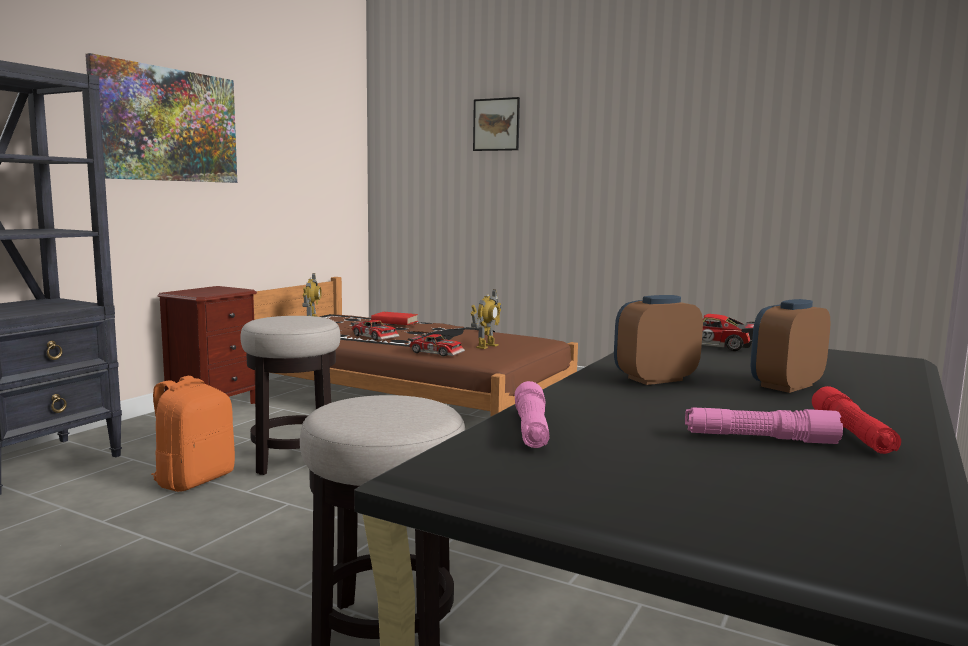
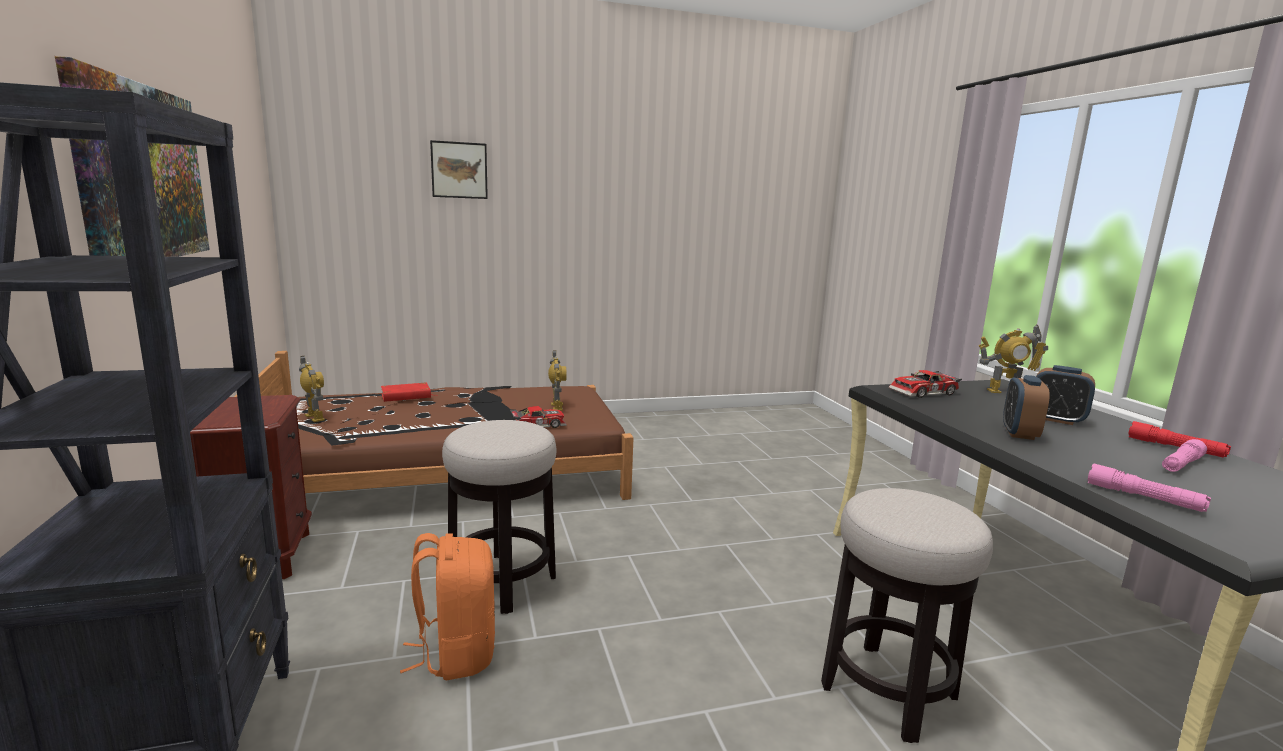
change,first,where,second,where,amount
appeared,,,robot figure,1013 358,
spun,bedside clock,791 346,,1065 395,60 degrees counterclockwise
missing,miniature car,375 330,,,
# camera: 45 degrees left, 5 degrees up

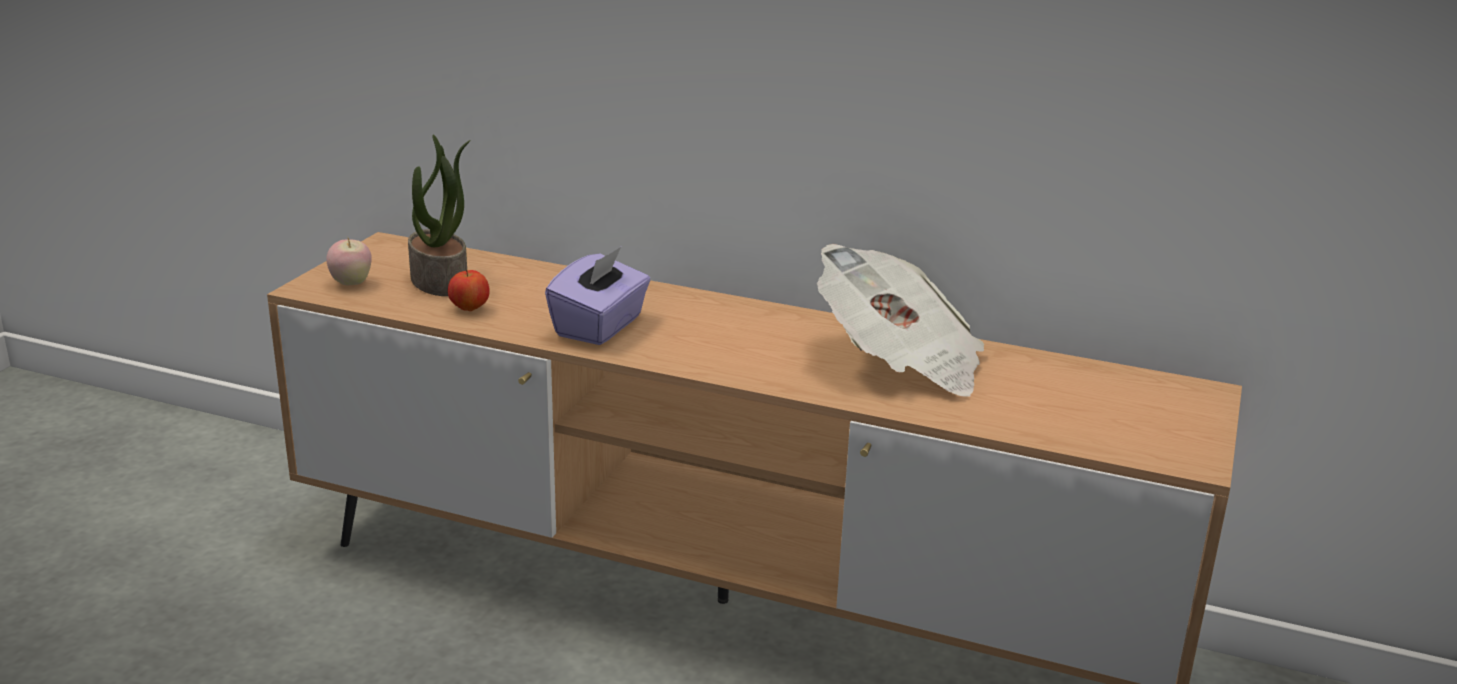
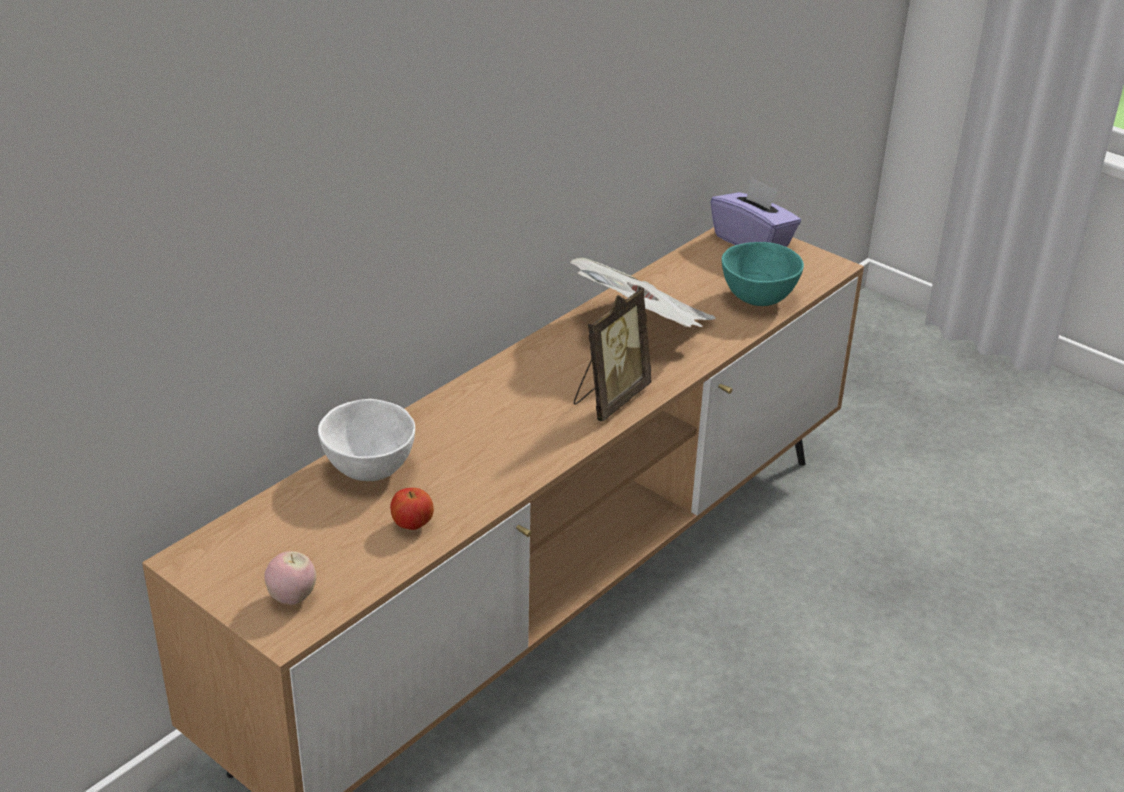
change,first,where,second,where,amount
appeared,,,white-coloured serving bowl,366 440,
appeared,,,picture frame,612 354,
relocated,purple-coloured tissue box,597 296,,755 212,
appeared,,,blue-green serving bowl,763 274,
missing,potted plant,439 215,,,
# camera: 70 degrees left, 10 degrees up

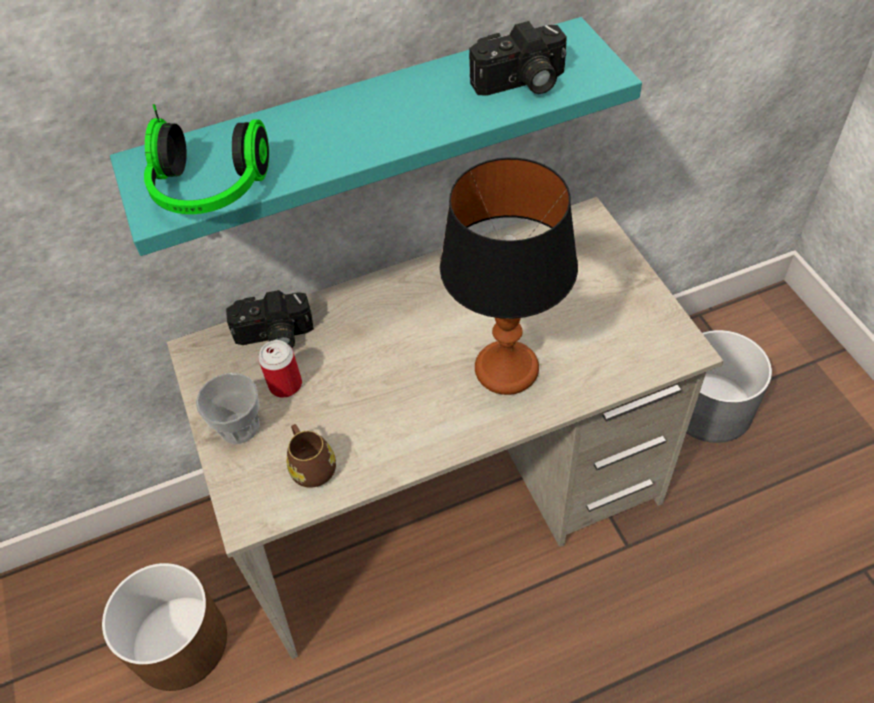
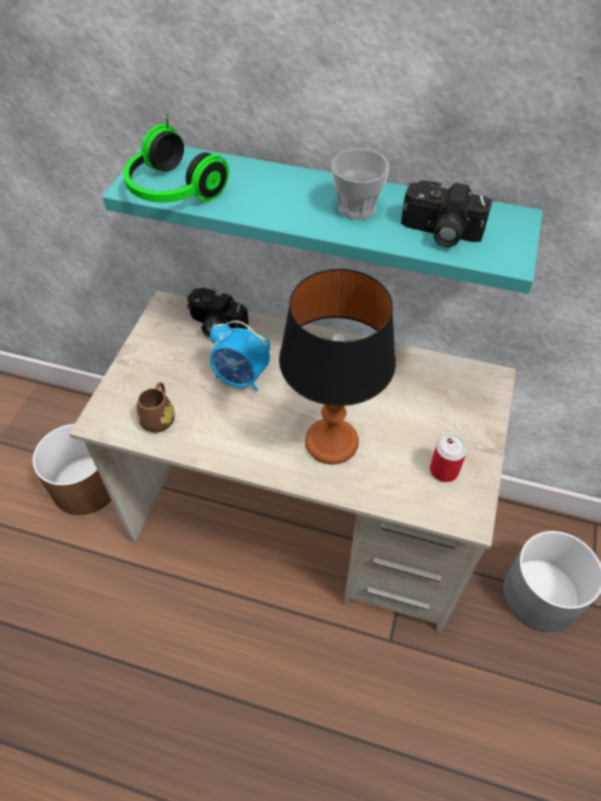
change,first,where,second,where,amount
appeared,,,bedside clock,240 355,
relocated,small cup,228 408,,361 184,
relocated,metal can,280 369,,448 458,
# camera: 35 degrees right, 0 degrees up

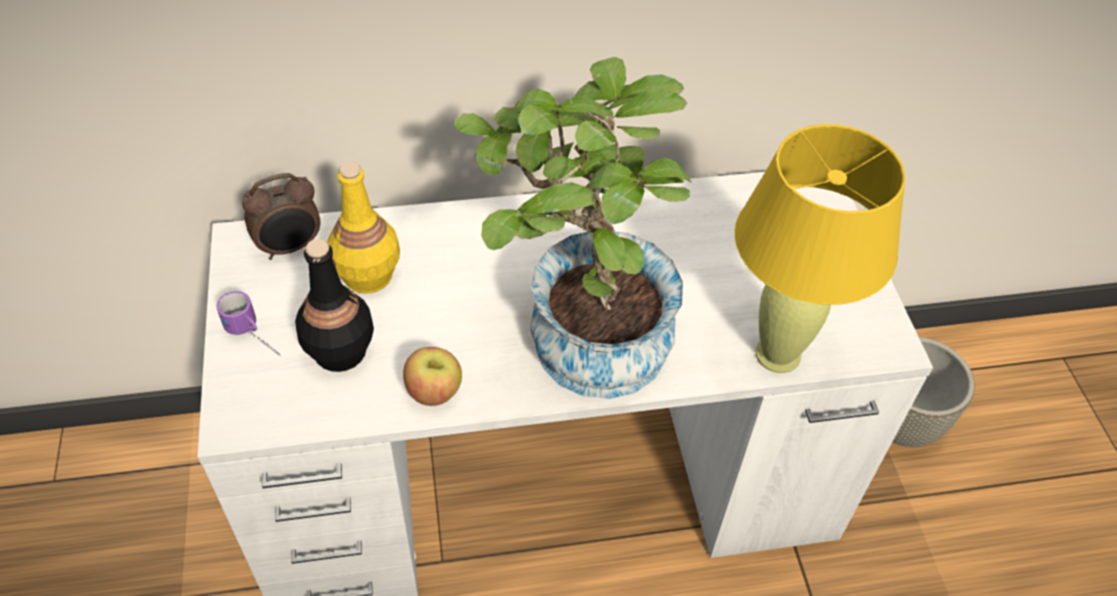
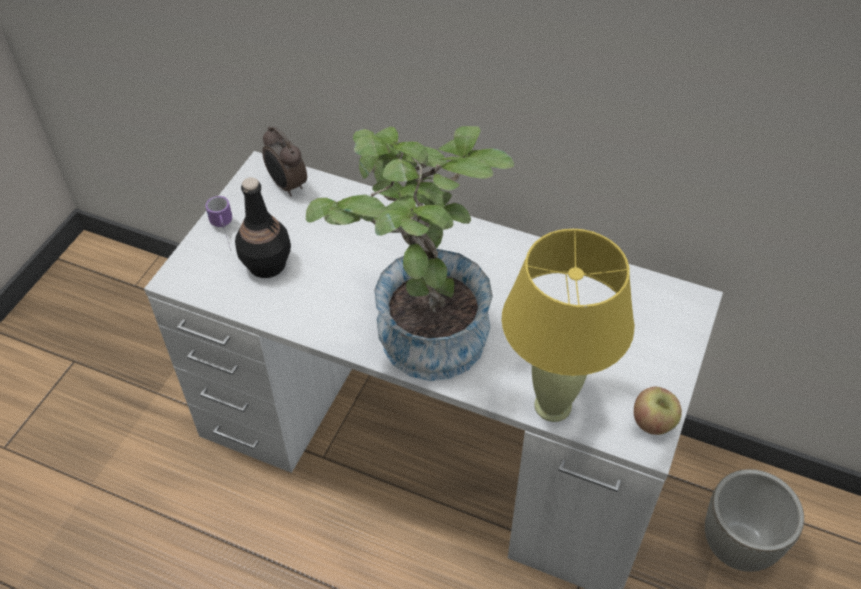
change,first,where,second,where,amount
spun,bedside clock,281 216,,284 161,45 degrees clockwise
relocated,apple fruit,432 376,,658 411,
missing,yellowish beverage bottle,363 227,,,
# camera: 35 degrees right, 0 degrees up

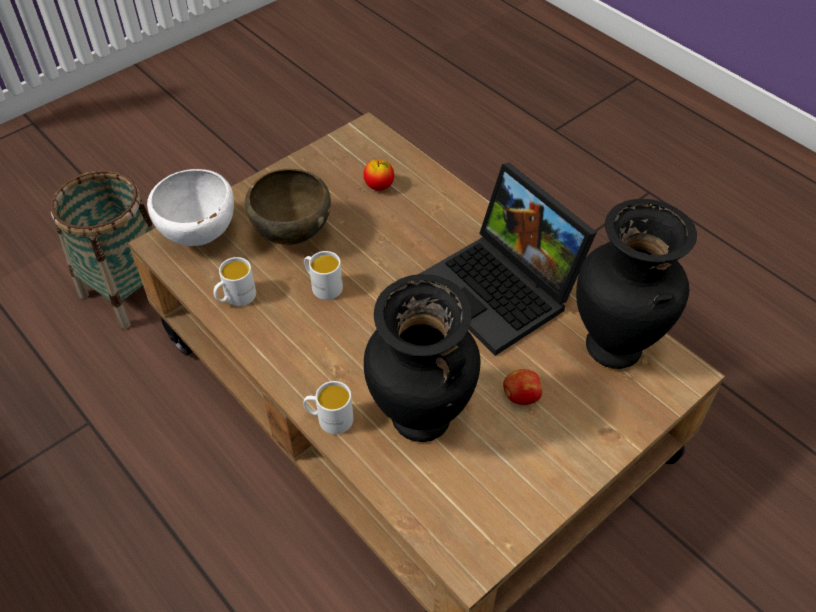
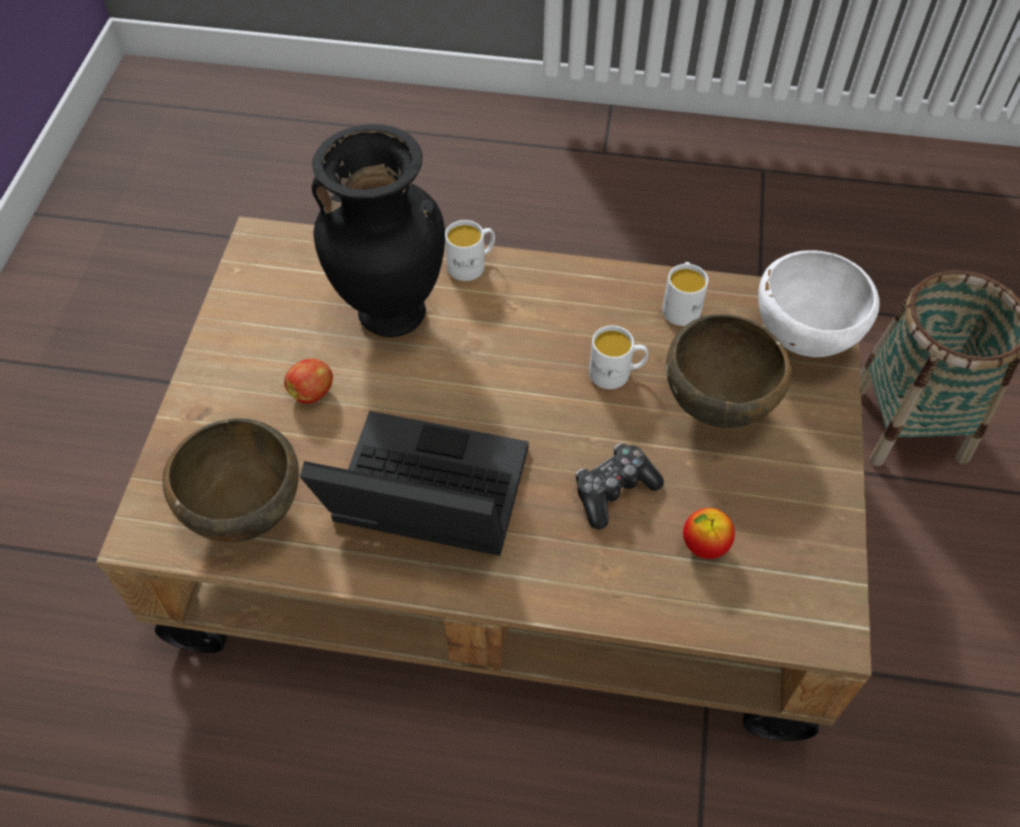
change,first,where,second,where,amount
exchanged,black vase,636 284,brownish serving bowl,230 480,
appeared,,,gamepad,620 486,
# camera: 140 degrees right, 5 degrees up

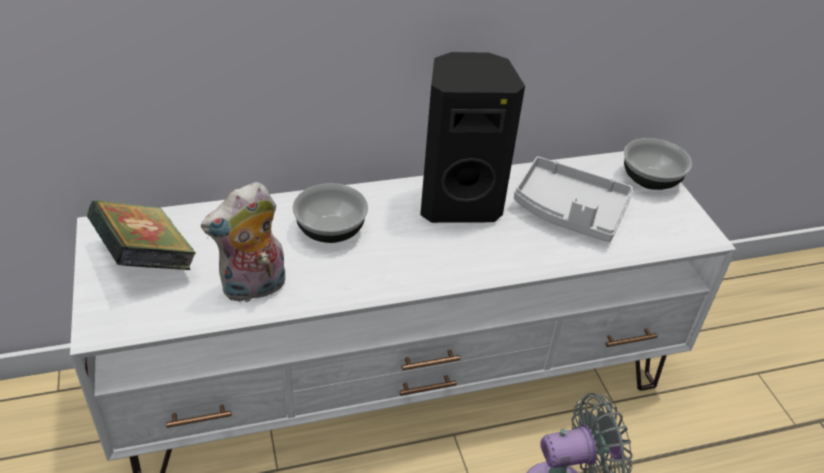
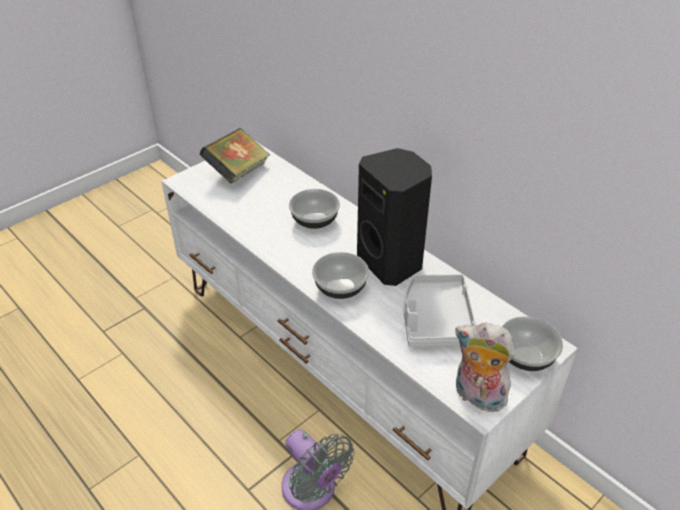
change,first,where,second,where,amount
appeared,,,serving bowl,340 275,
relocated,plush toy,243 242,,485 367,
# camera: 65 degrees right, 0 degrees up

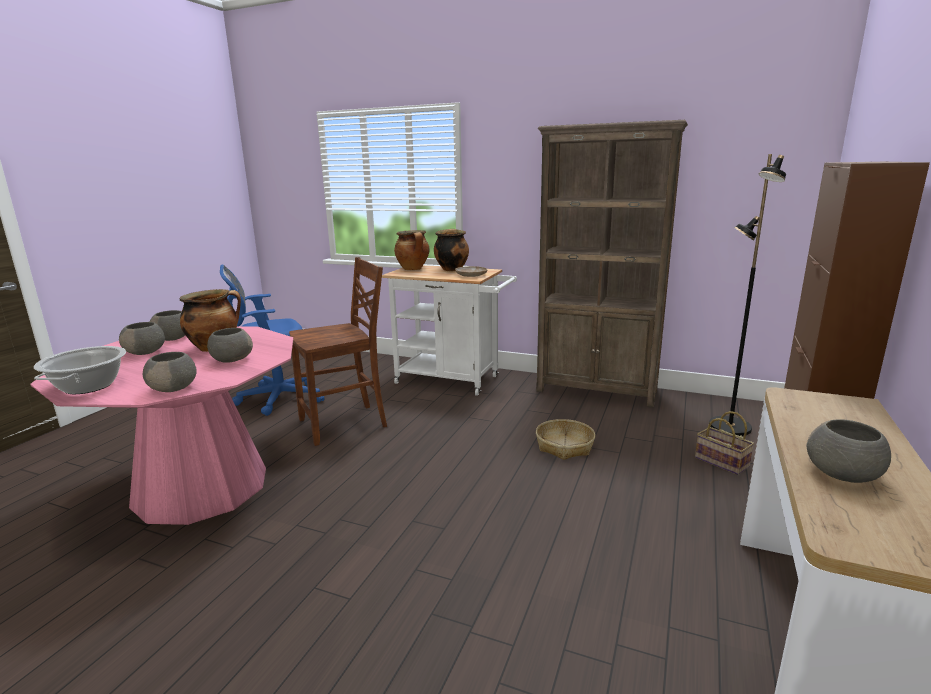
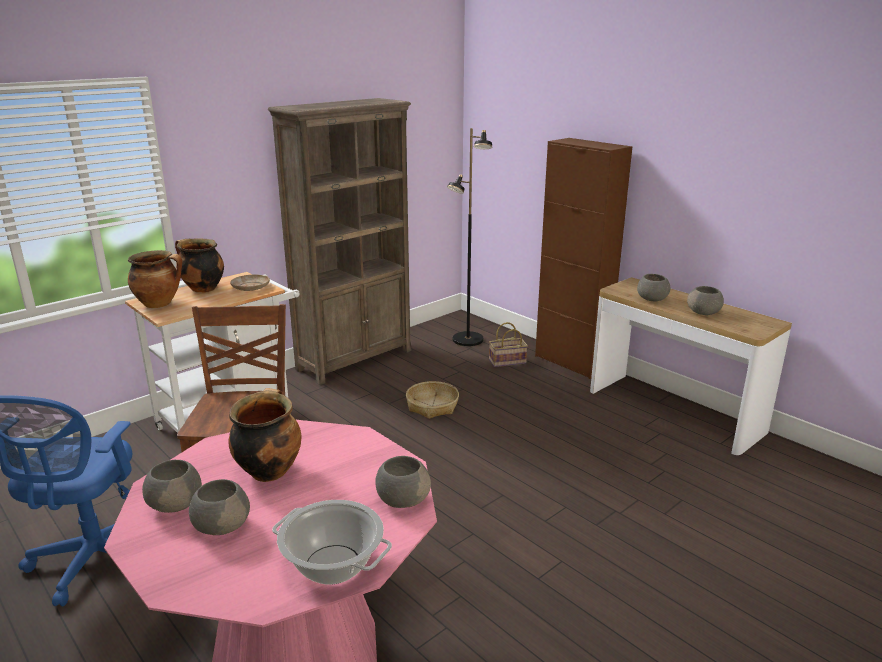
change,first,where,second,where,amount
relocated,greyish serving bowl,230 345,,653 287,
# camera: 65 degrees left, 5 degrees up

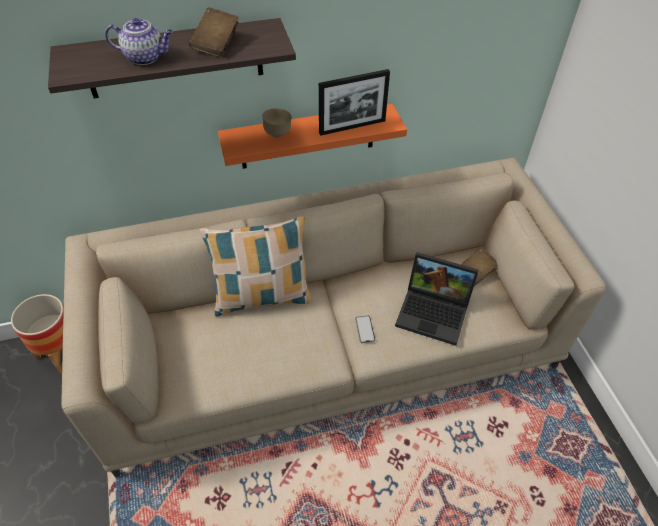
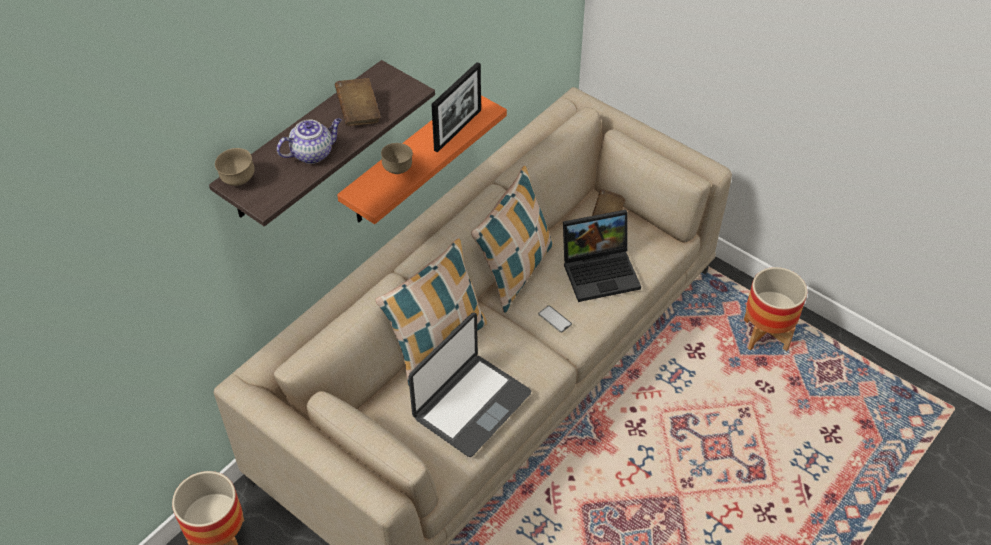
change,first,where,second,where,amount
appeared,,,brownish serving bowl,235 167,
appeared,,,notebook computer,469 384,
appeared,,,throw pillow,512 239,
appeared,,,plant pot,775 309,
# camera: 35 degrees left, 0 degrees up

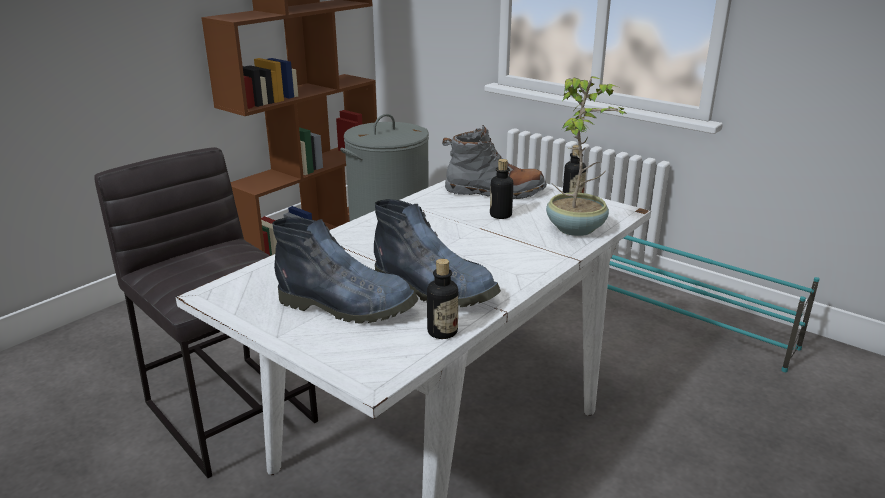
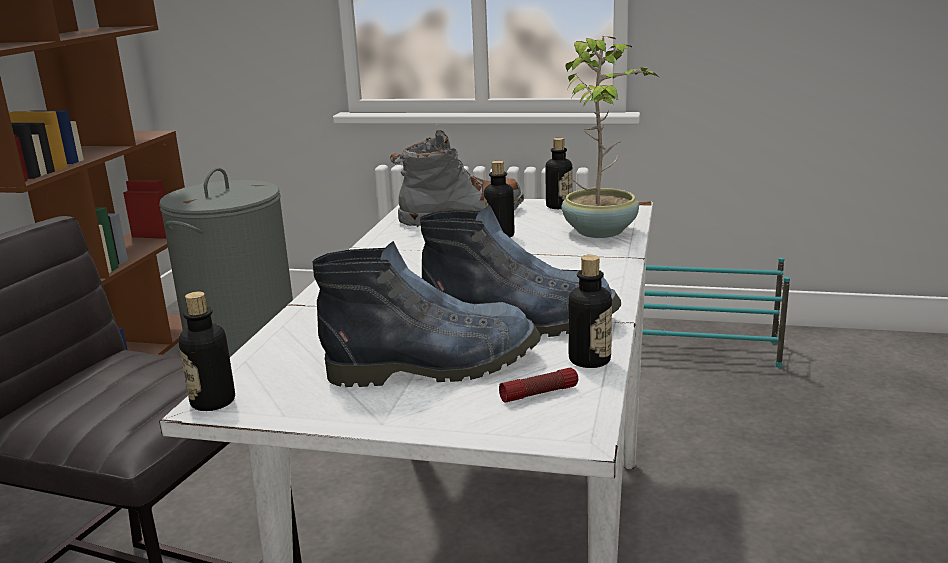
change,first,where,second,where,amount
appeared,,,beverage bottle,207 351,
appeared,,,hand torch,538 385,
# camera: 25 degrees left, 5 degrees down

